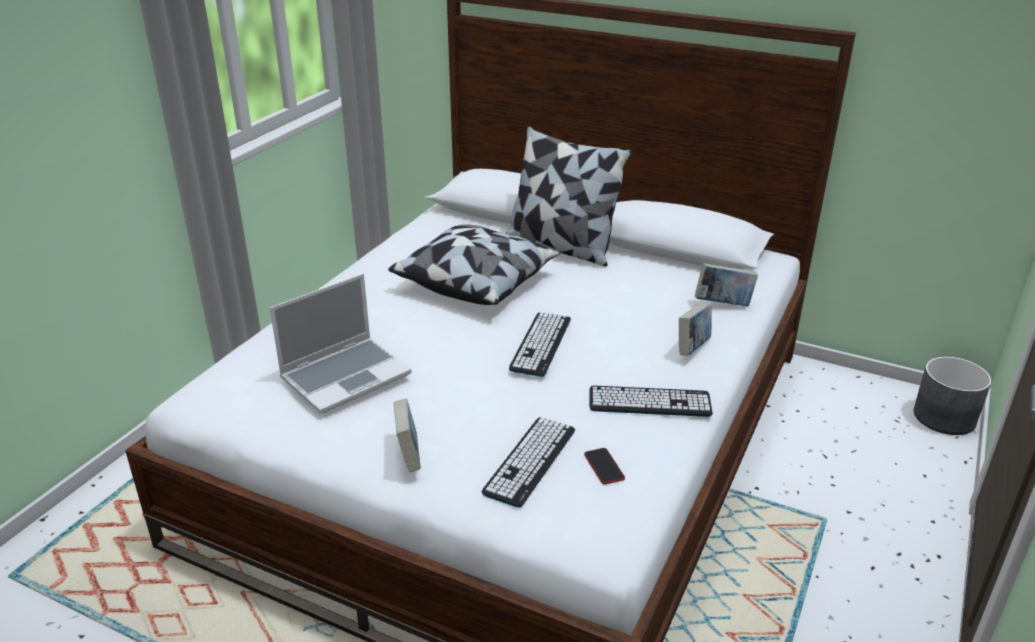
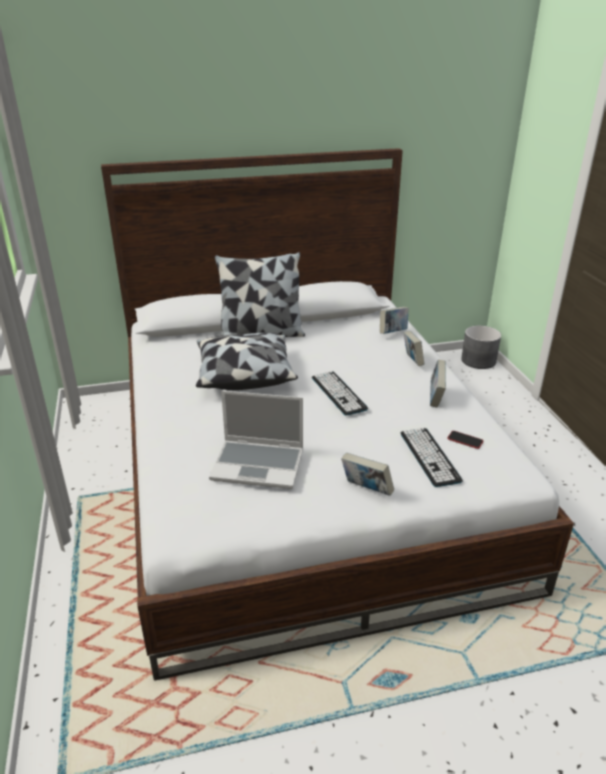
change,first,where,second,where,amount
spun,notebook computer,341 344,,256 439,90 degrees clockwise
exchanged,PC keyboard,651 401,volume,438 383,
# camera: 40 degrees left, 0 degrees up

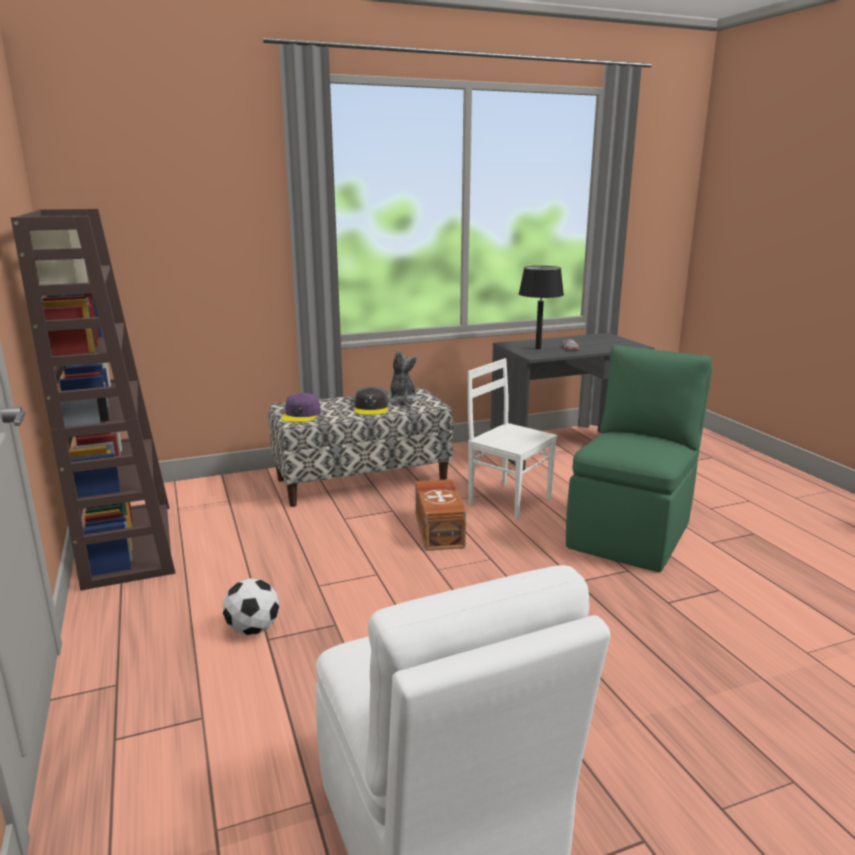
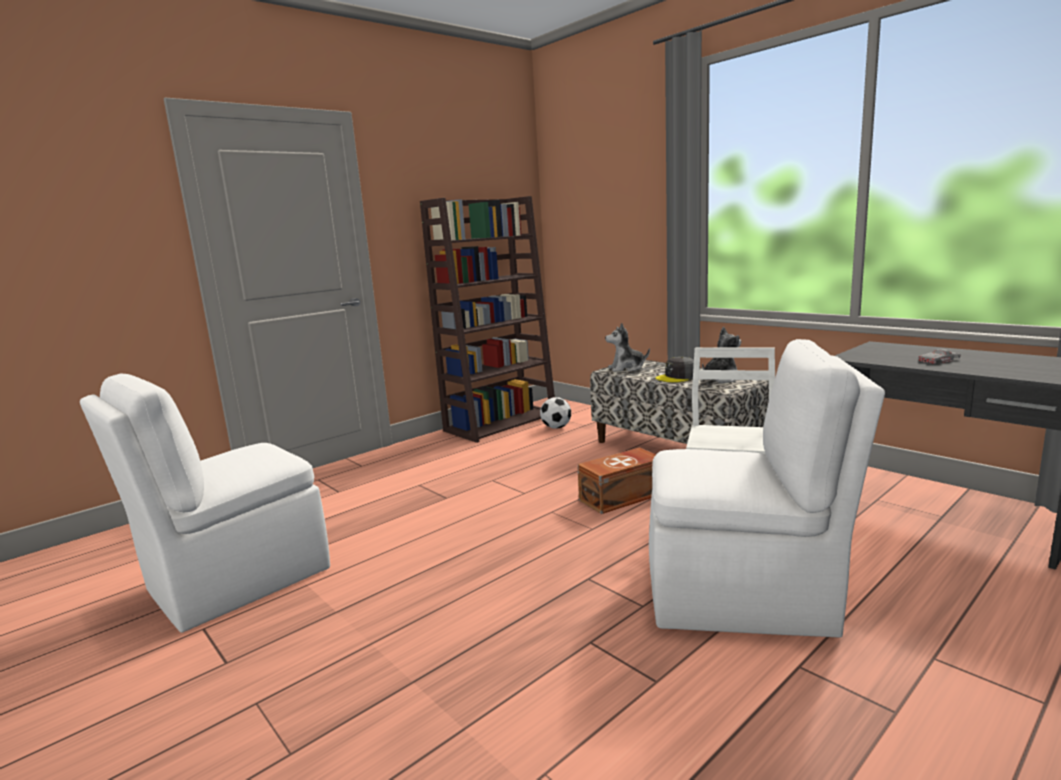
change,first,where,second,where,amount
relocated,football ball,251 606,,555 412,
exchanged,purple-coloured cap,301 408,plush toy,627 347,
colour,green-coloured upright chair,639 458,white-coloured upright chair,767 488,
missing,black tabletop lamp,541 307,,,
# camera: 70 degrees right, 5 degrees down

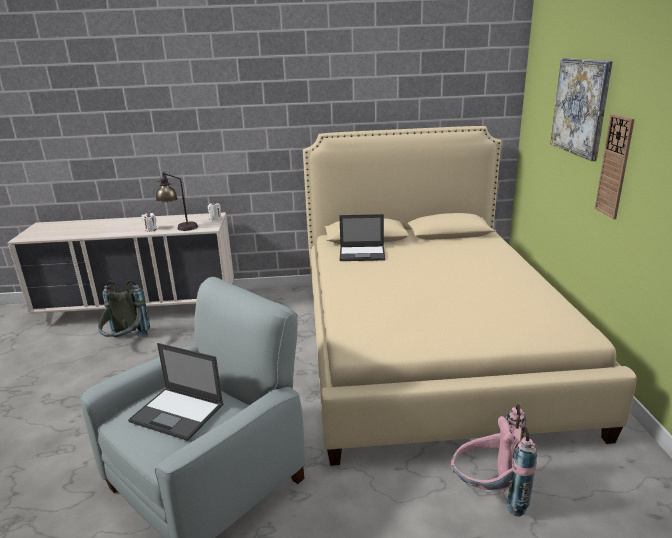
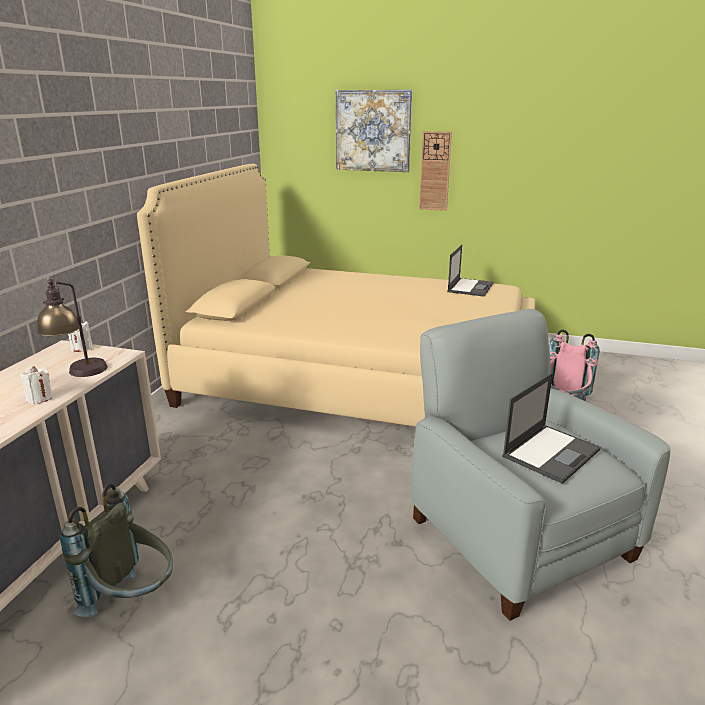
change,first,where,second,where,amount
relocated,notebook computer,362 237,,470 271,
# camera: 70 degrees left, 0 degrees up

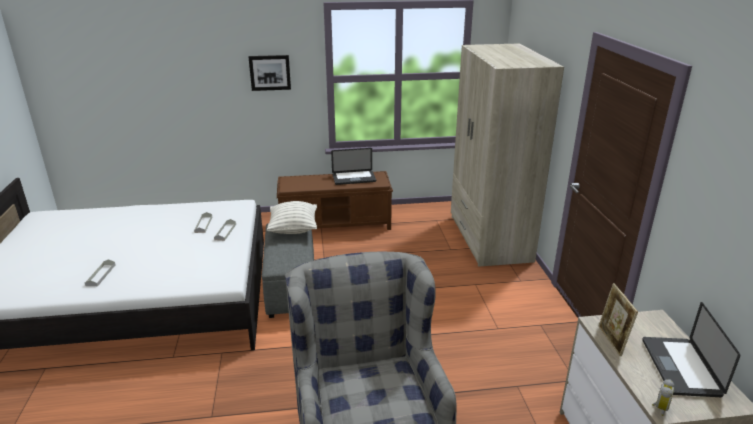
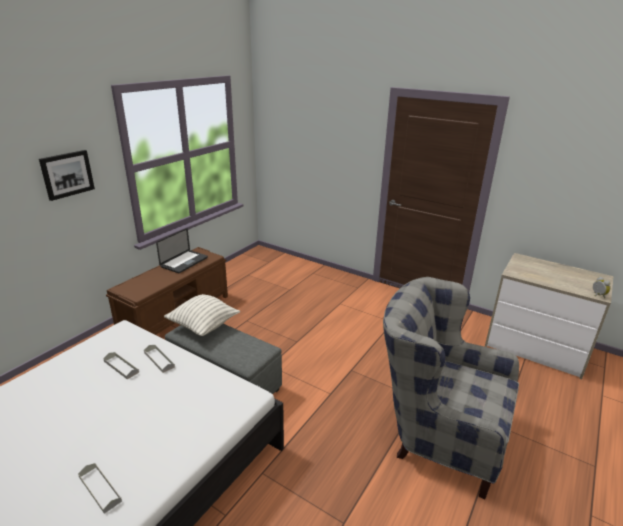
change,first,where,second,where,amount
missing,sand-coloured clothes cupboard,507 155,,,
missing,picture frame,618 319,,,
missing,notebook computer,691 349,,,
# camera: 50 degrees left, 0 degrees up

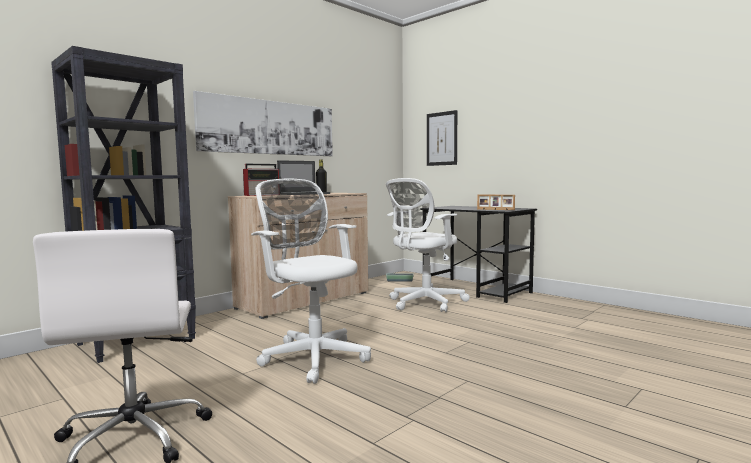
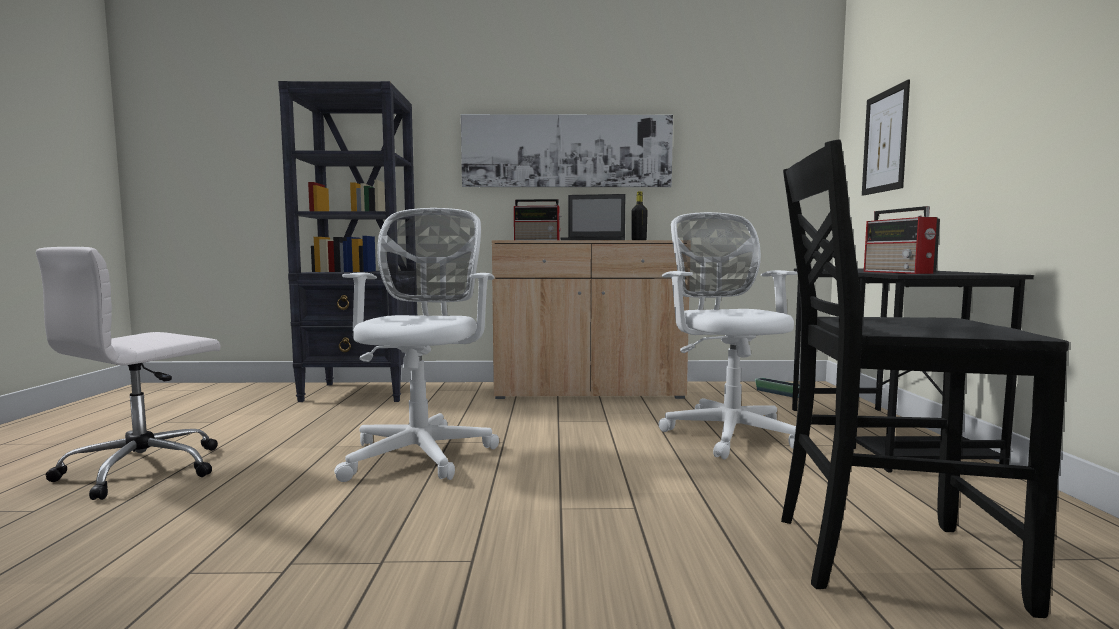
change,first,where,second,where,amount
spun,white-coloured computer chair,428 245,,728 335,75 degrees clockwise
appeared,,,black upright chair,925 378,
exchanged,picture frame,496 202,radio set,902 240,
# camera: 45 degrees right, 0 degrees up

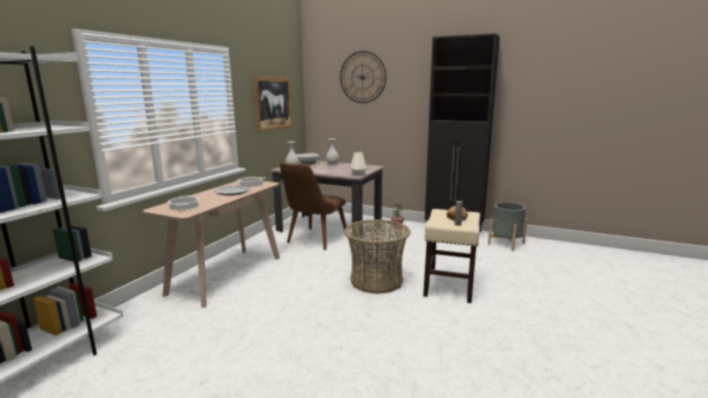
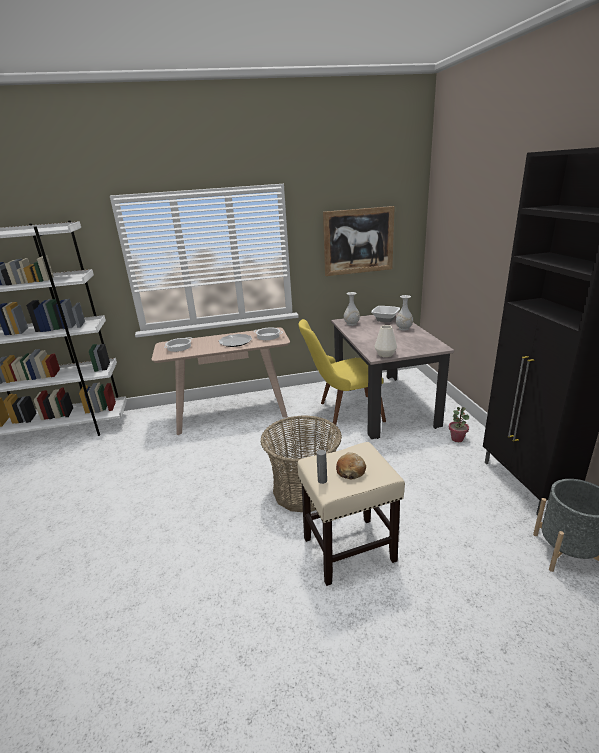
change,first,where,second,where,amount
colour,brownish upright chair,313 206,yellowish upright chair,342 373,
missing,wall clock,363 77,,,
# camera: 55 degrees right, 10 degrees up

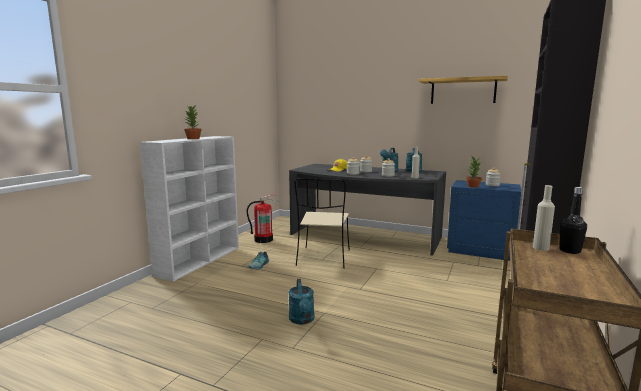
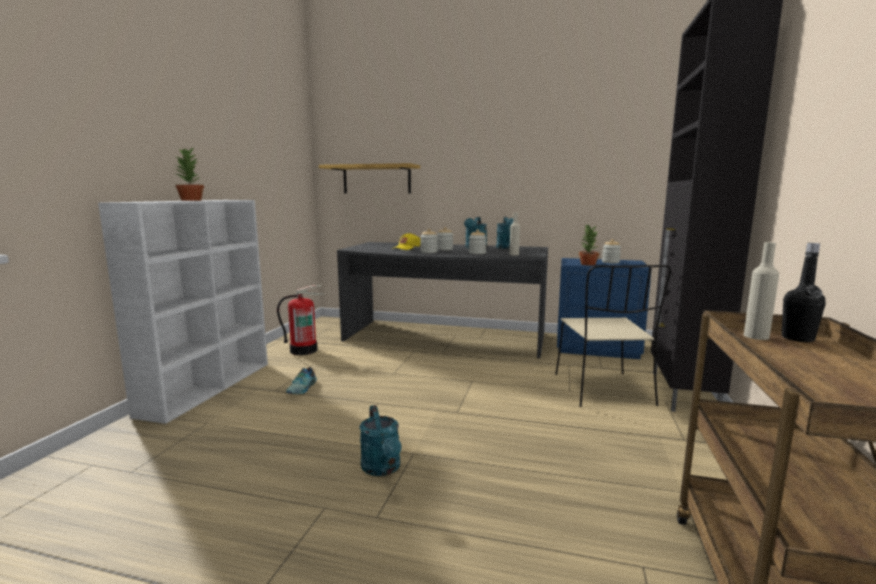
change,first,where,second,where,amount
relocated,shelf,463 89,,369 178,
relocated,sand-coloured upright chair,322 223,,613 336,
# camera: 10 degrees left, 0 degrees up

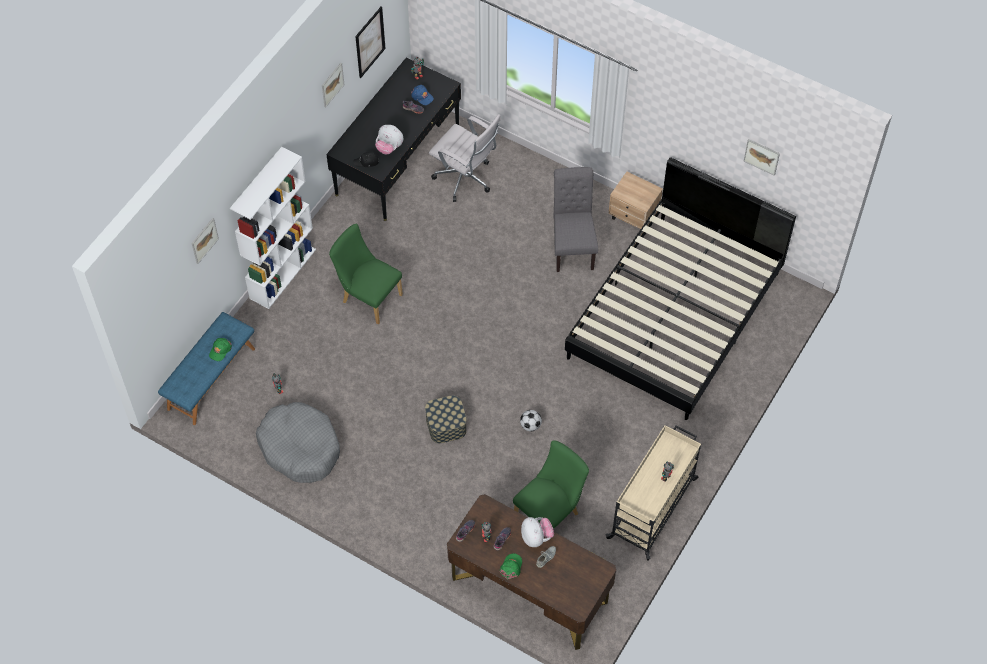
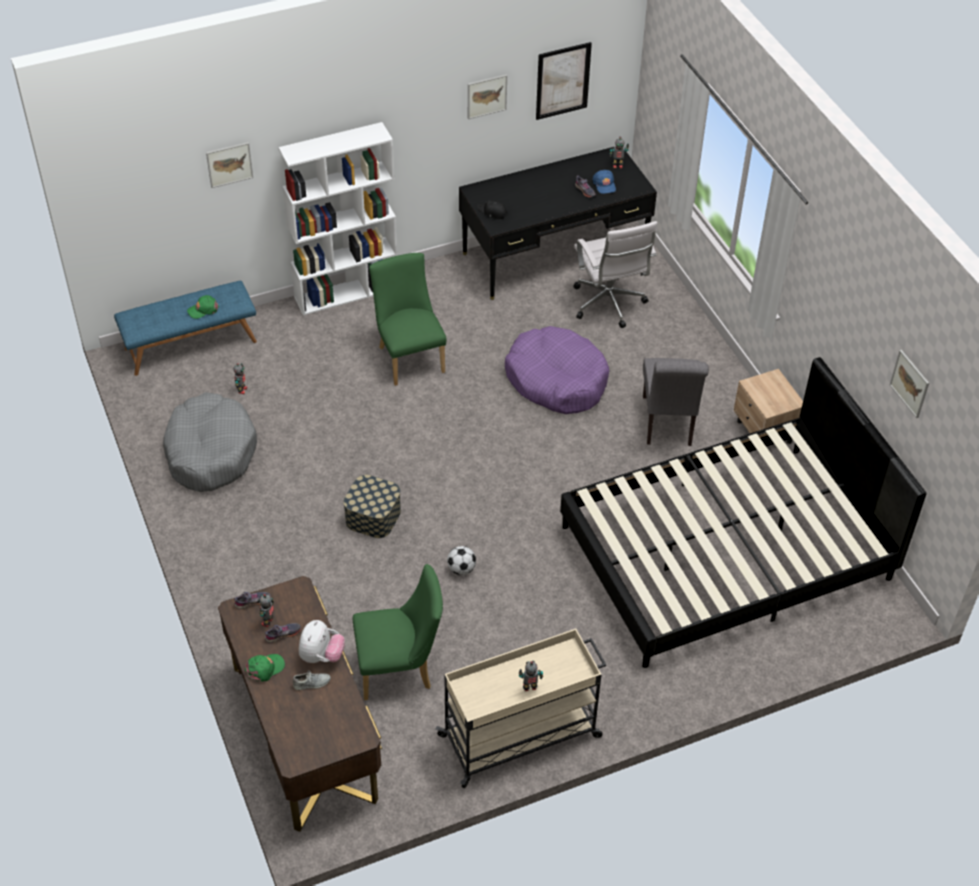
change,first,where,second,where,amount
appeared,,,purple-coloured dog cushion,557 370,
spun,greyish upright chair,575 219,,676 402,150 degrees clockwise
missing,plush toy,389 139,,,
# camera: 35 degrees right, 10 degrees down

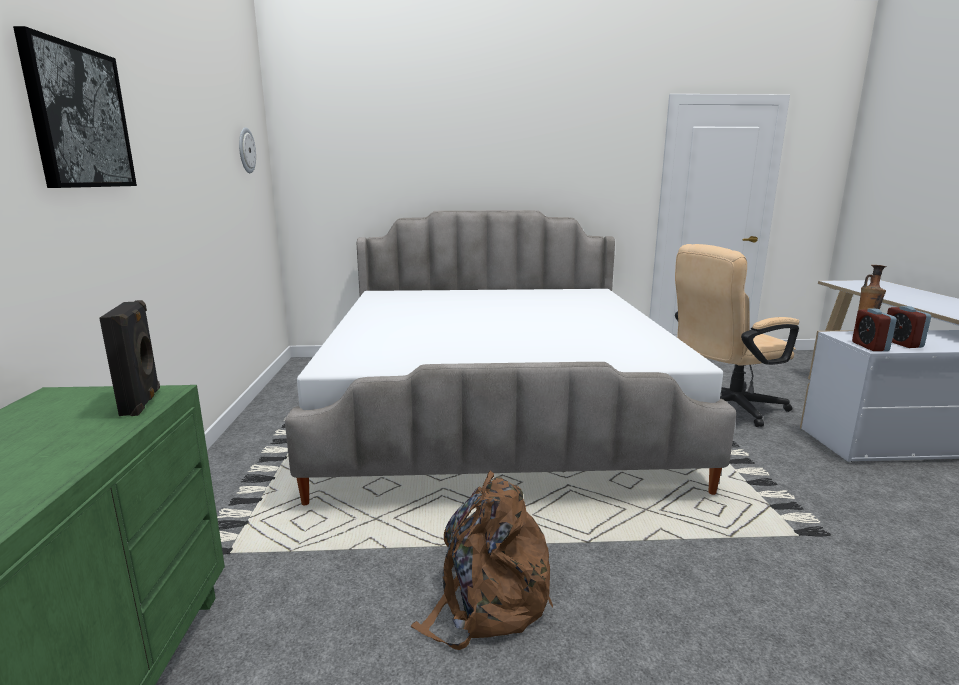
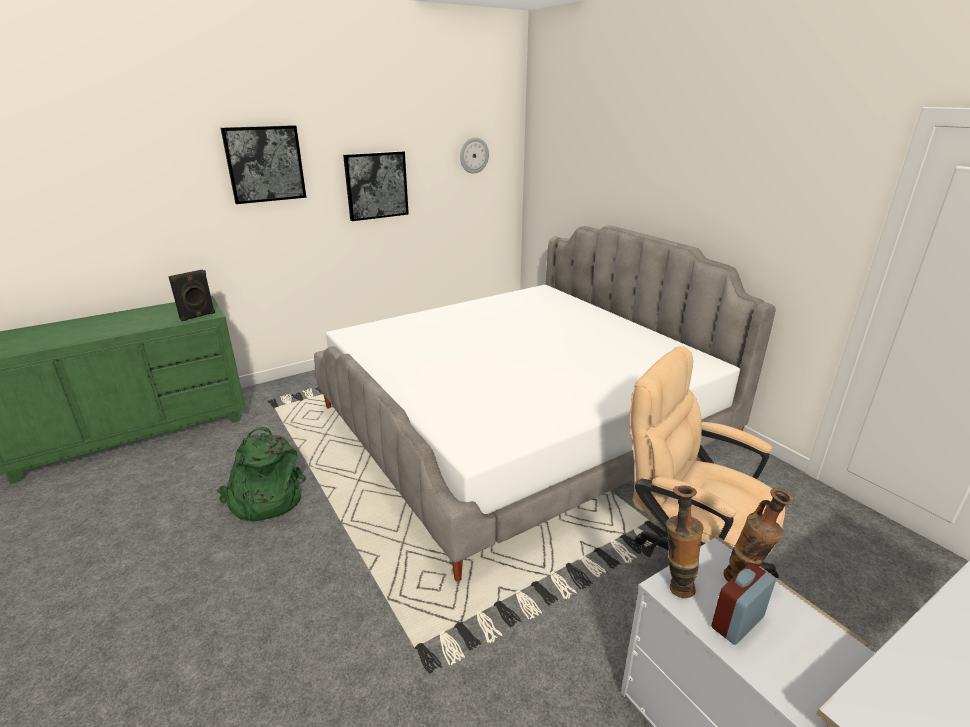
change,first,where,second,where,amount
colour,brownish knapsack,482 560,green-coloured knapsack,261 474,
appeared,,,picture,376 186,
exchanged,bedside clock,874 330,vase,684 541,
# camera: 60 degrees right, 10 degrees up

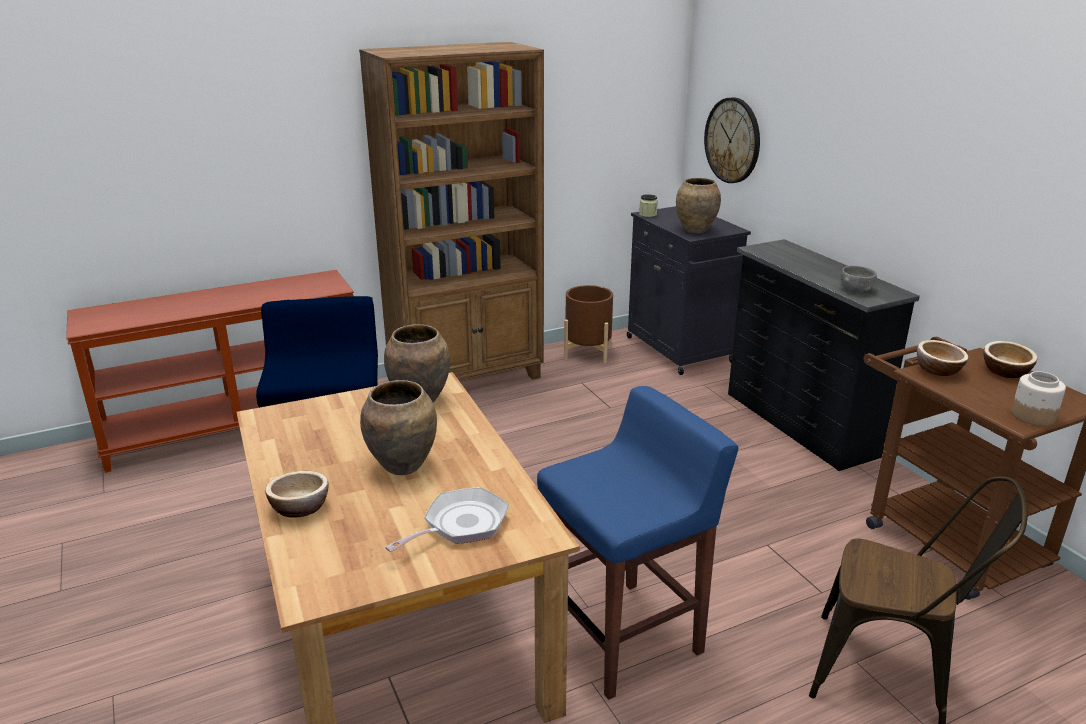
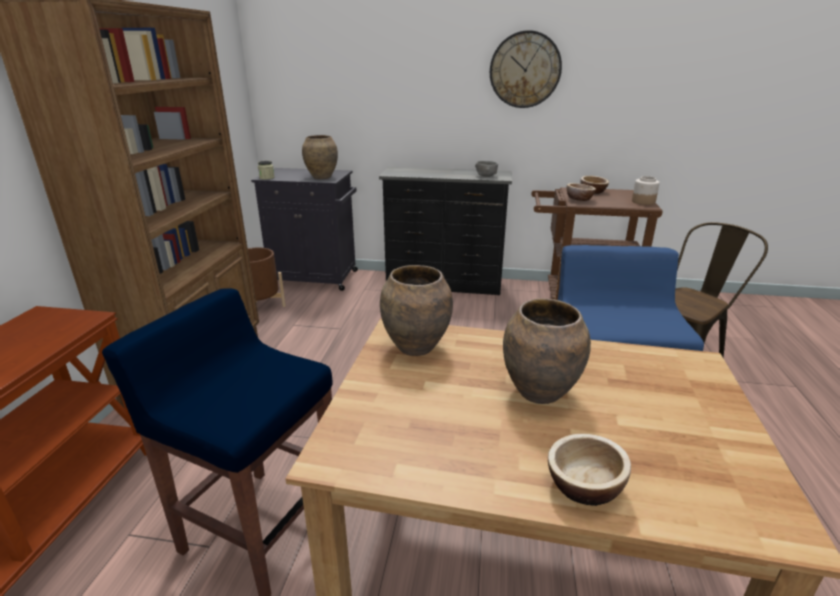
change,first,where,second,where,amount
relocated,wall clock,732 140,,526 69,
missing,frying pan,447 519,,,
# camera: 55 degrees left, 0 degrees up

